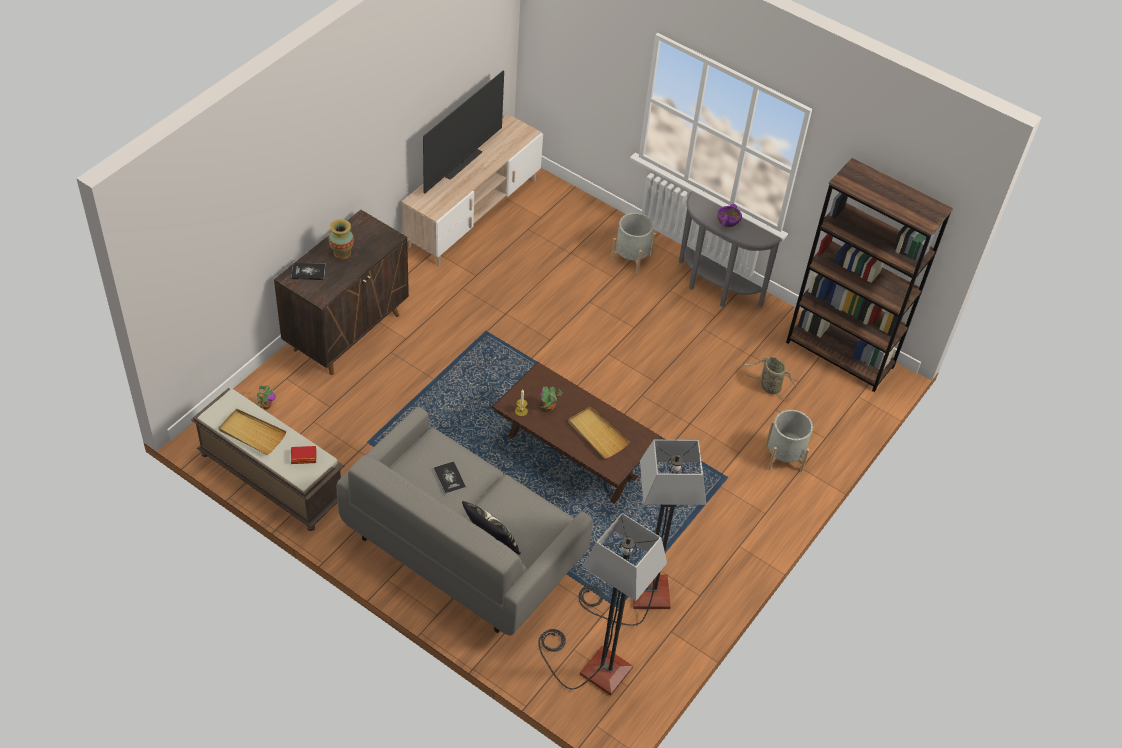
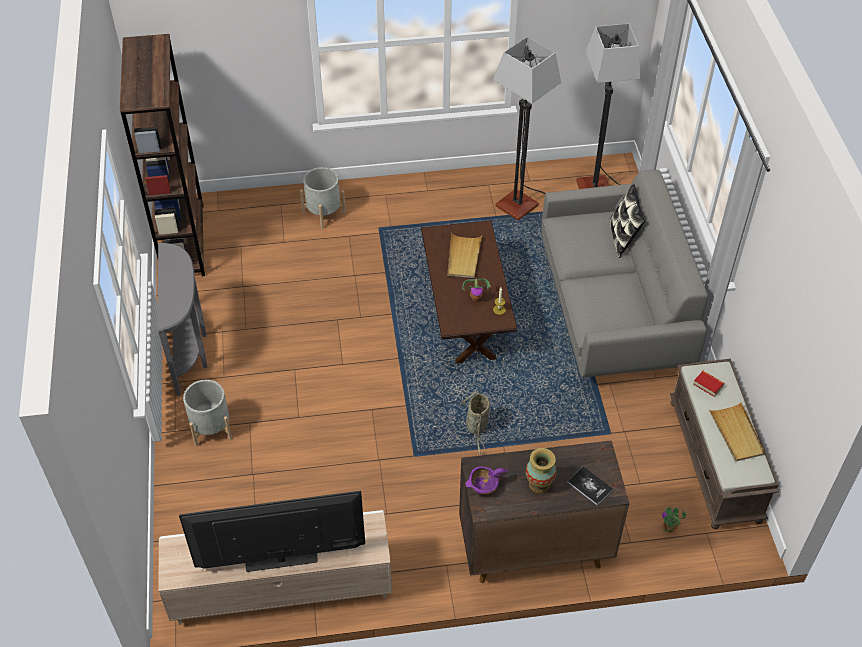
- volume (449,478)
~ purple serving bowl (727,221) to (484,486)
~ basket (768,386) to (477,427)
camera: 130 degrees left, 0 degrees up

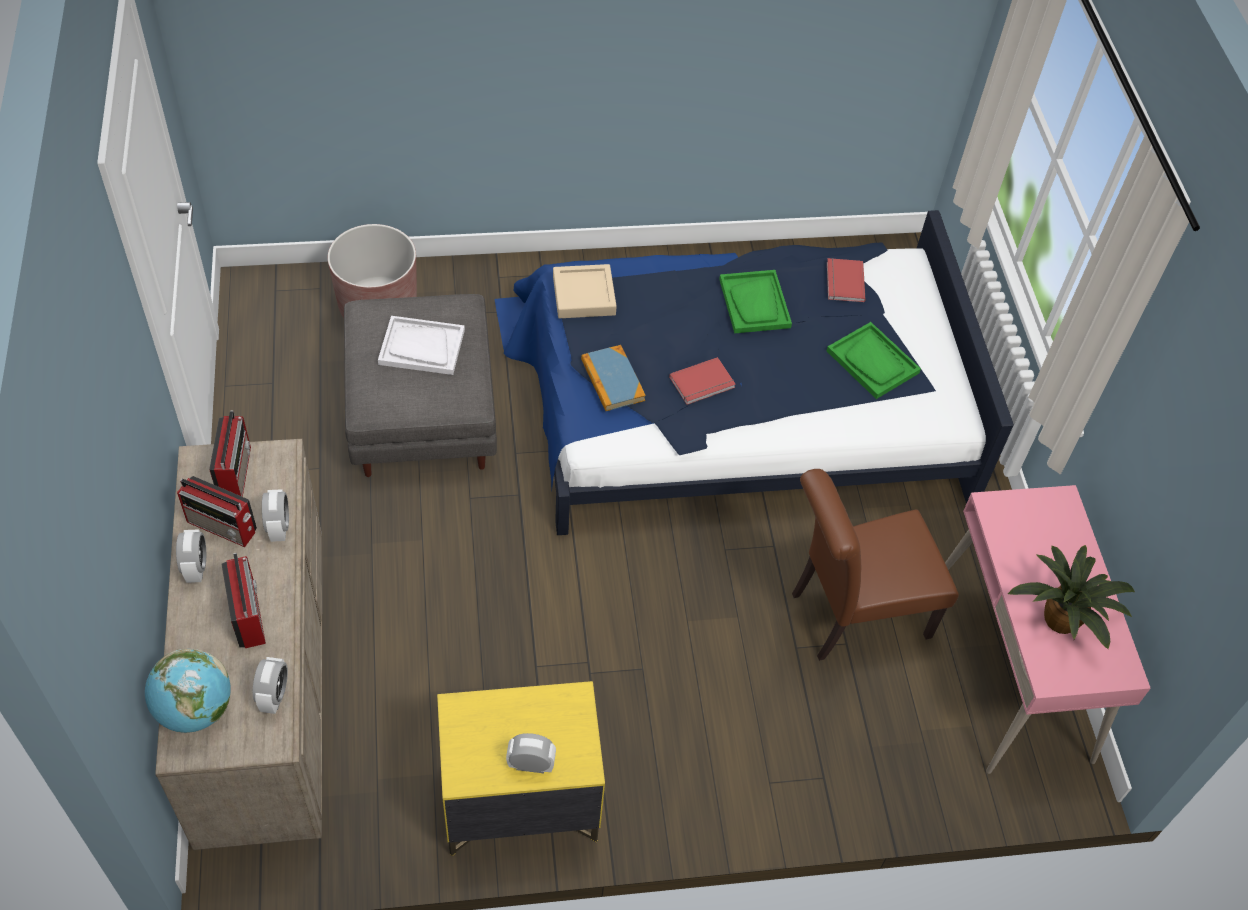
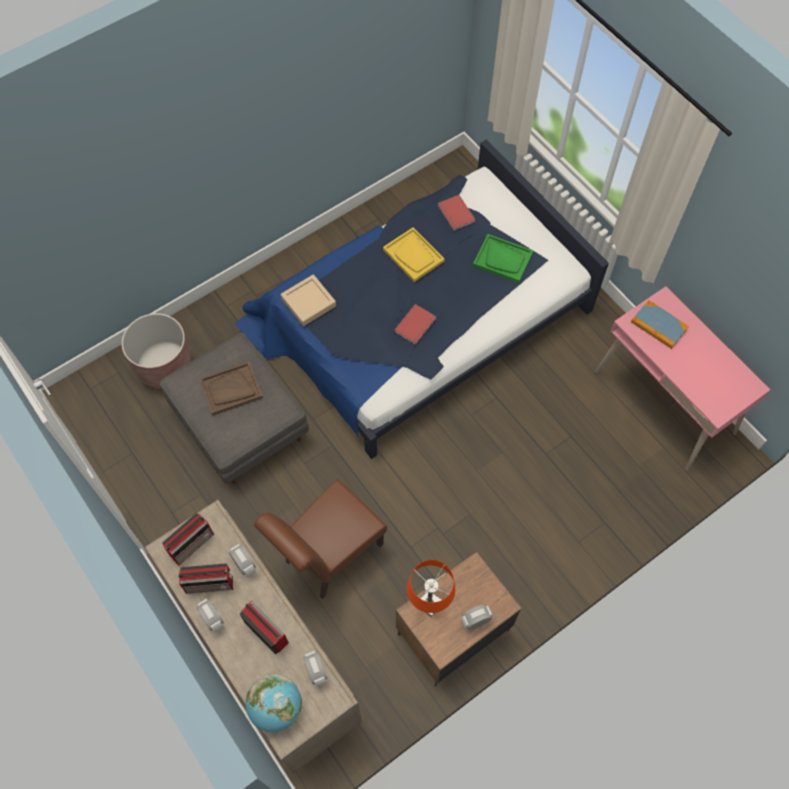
~ radio receiver (235,471) = (192,544) 75 degrees clockwise
~ white serving tray (421,347) to brown-coloured serving tray (231,389)
~ yellow-coloured night table (519,802) to brown-coloured night table (452,633)
~ volume (612,380) to (658,326)
~ greenish serving tray (754,303) to yellow-coloured serving tray (413,255)
~ brown-coloured upright chair (851,615) to (328,556)
- potted plant (1063,617)
+ orangey tabletop lamp (429,603)
camera: 25 degrees left, 10 degrees up

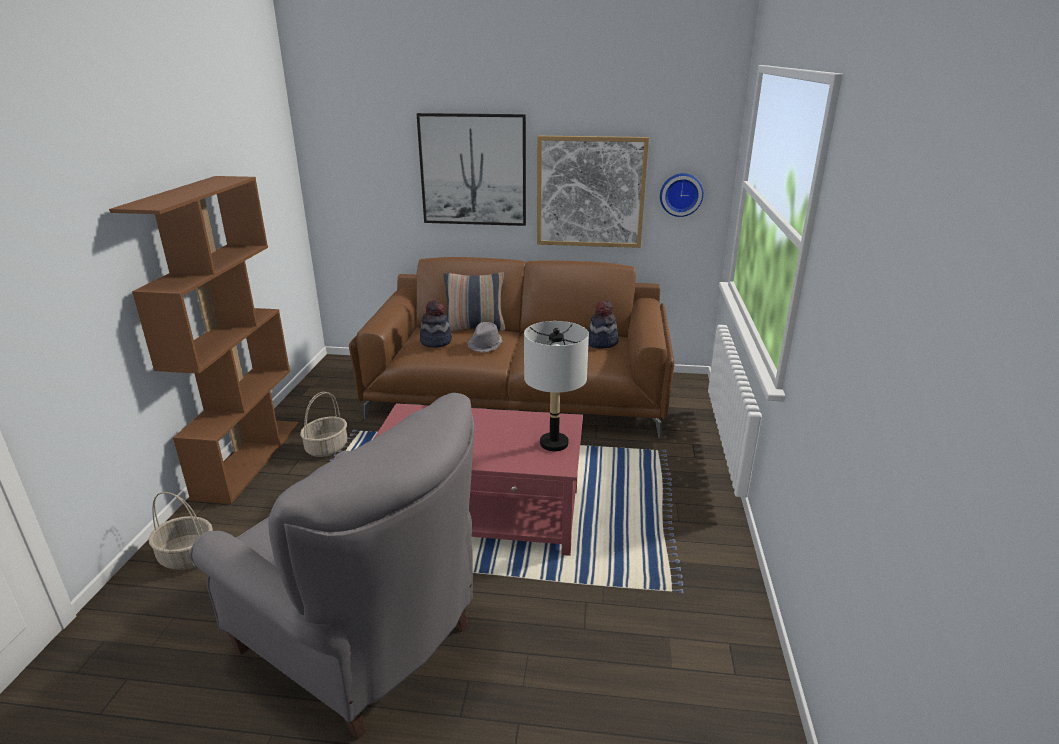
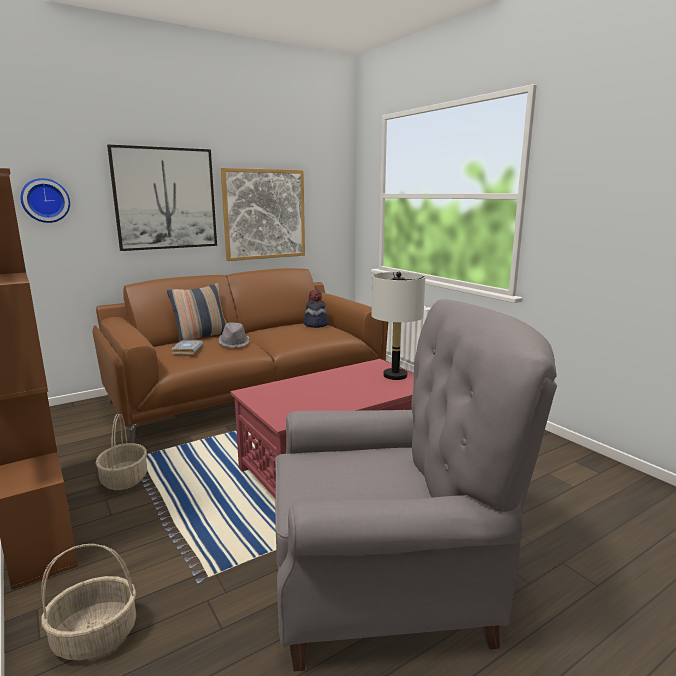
~ wearable hat (436,341) to grey volume (187,350)
~ hanging clock (681,194) to (45,200)
camera: 40 degrees left, 10 degrees down

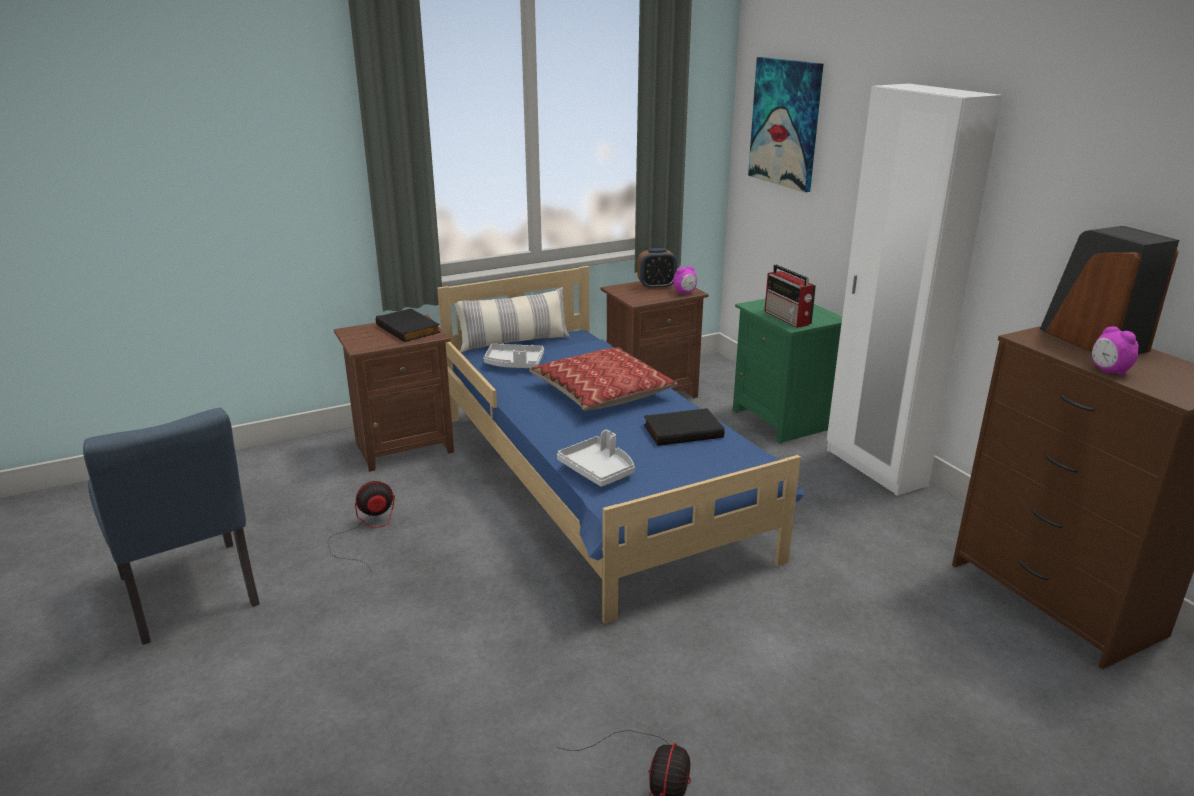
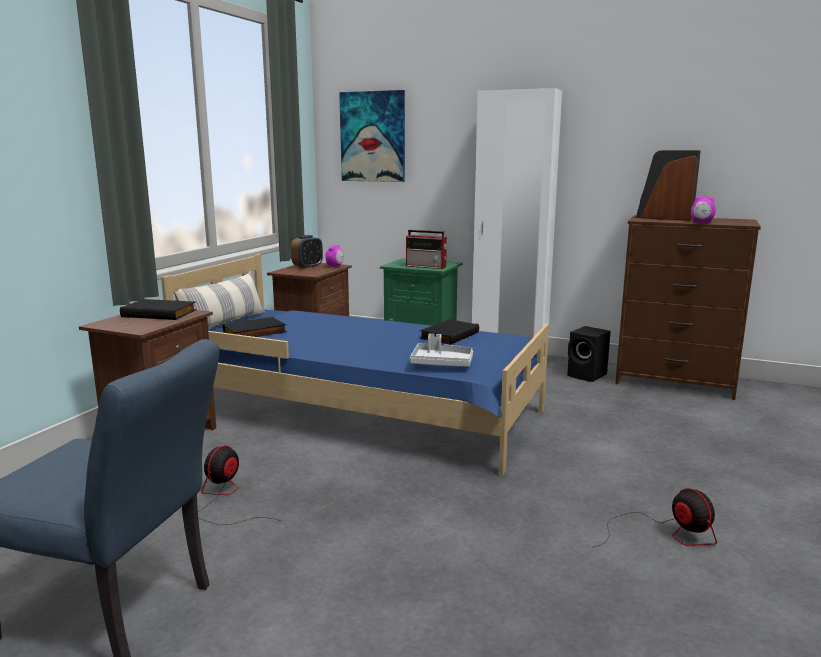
~ grey serving tray (514,364) to blackish volume (255,332)
- cushion (602,391)
+ blackish loudspeaker (588,375)
camera: 40 degrees left, 10 degrees down

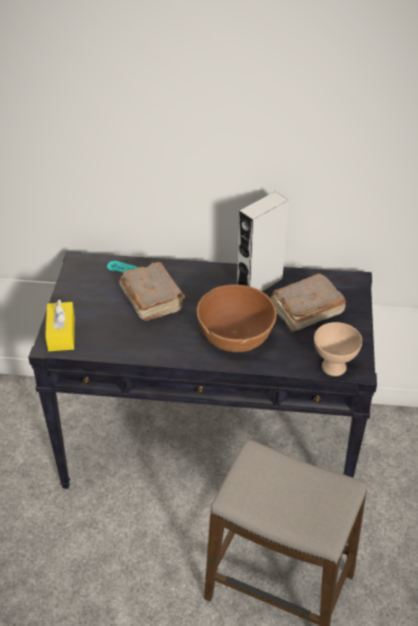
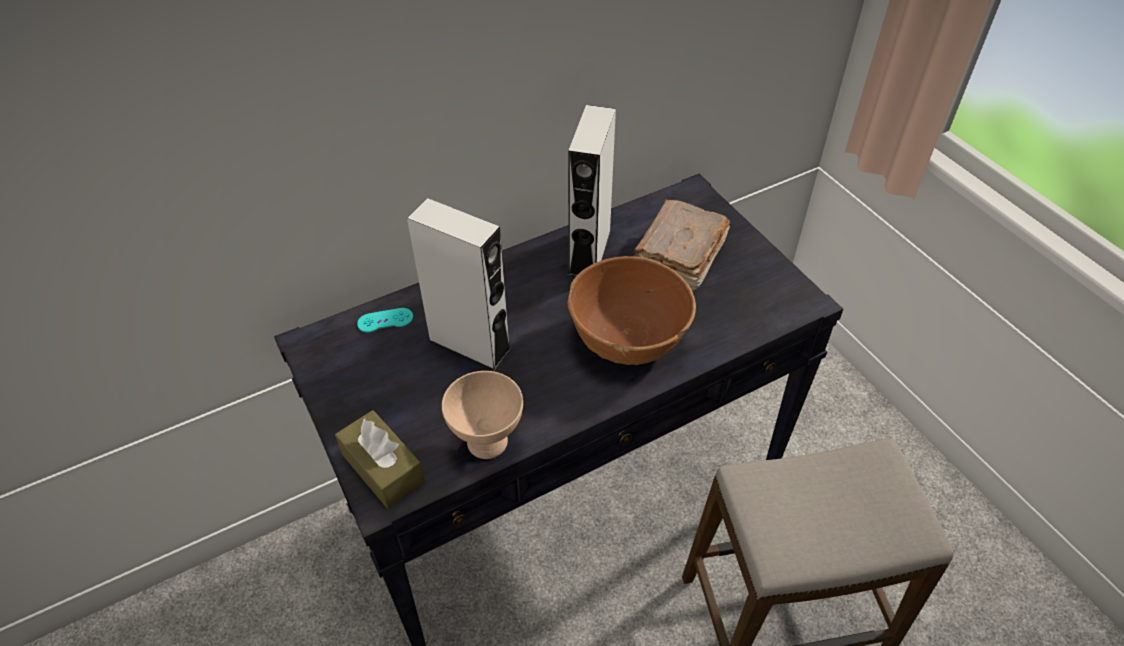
~ yellow-coloured box of tissues (61,333) to brown-coloured box of tissues (383,468)
~ brown-coloured volume (152,300) to grey loudspeaker (469,344)
~ sand-coloured serving bowl (334,367) to (489,441)
camera: 35 degrees left, 5 degrees up

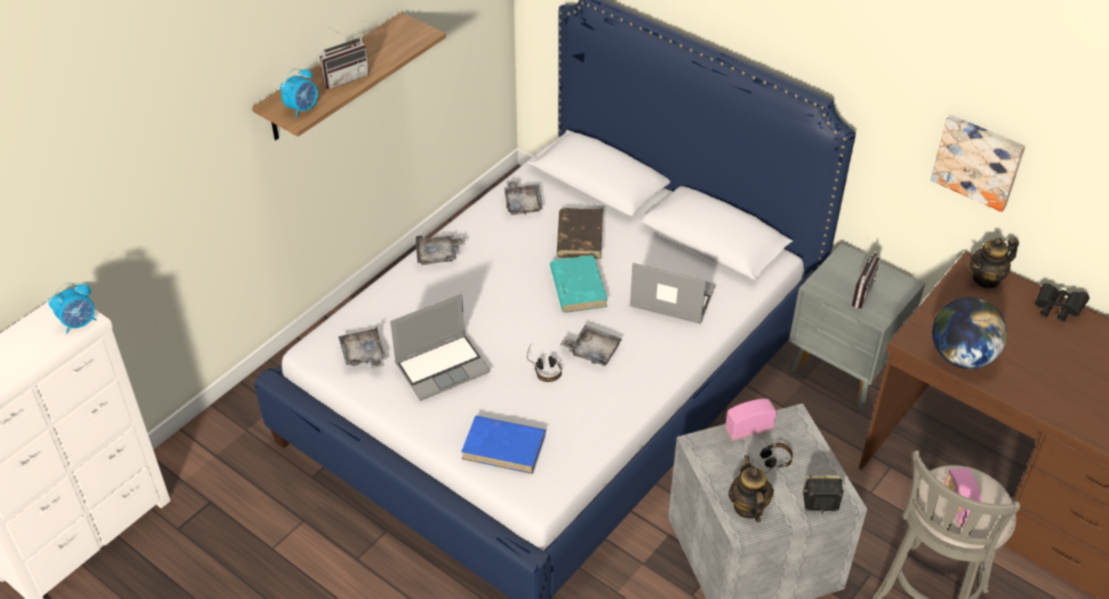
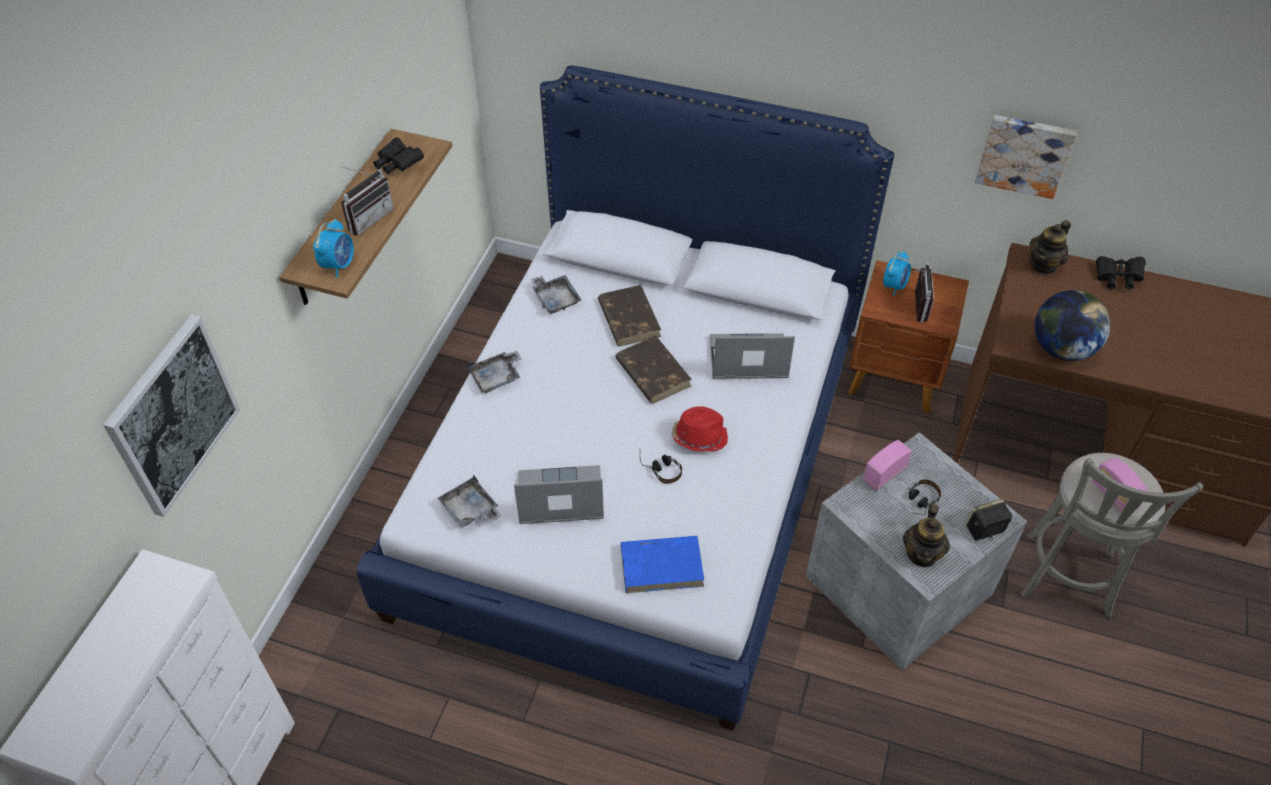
~ bedside clock (80,323) to (894,286)
~ notebook computer (442,367) = (559,498) 135 degrees counterclockwise
~ turquoise-coloured volume (577,286) to brown-coloured volume (652,372)
~ grey serving tray (592,351) to red-coloured wearable hat (699,437)
~ tea pot (748,506) = (922,554) 135 degrees counterclockwise
~ grey night table (844,371) to brown-coloured night table (895,379)
+ wall art (172,415)
+ blackish field glasses (398,165)
camera: 20 degrees left, 5 degrees up

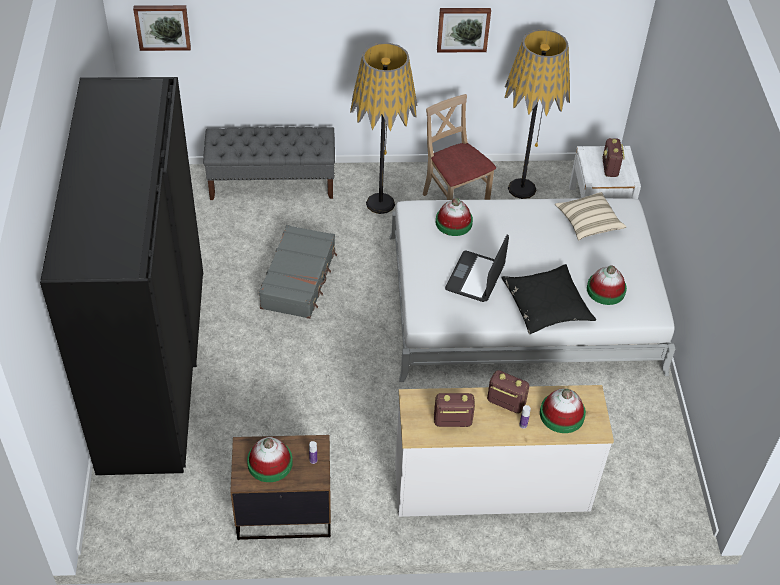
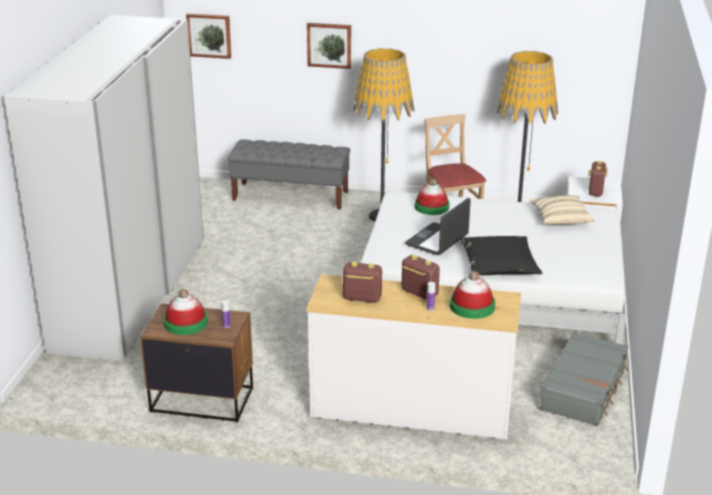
~ blackish clothes cupboard (152,368) to white clothes cupboard (130,293)
~ grey piece of luggage (299,279) to (584,389)
~ wall art (463,28) to (329,45)
- wearable hat (606,290)
camera: 15 degrees right, 20 degrees down

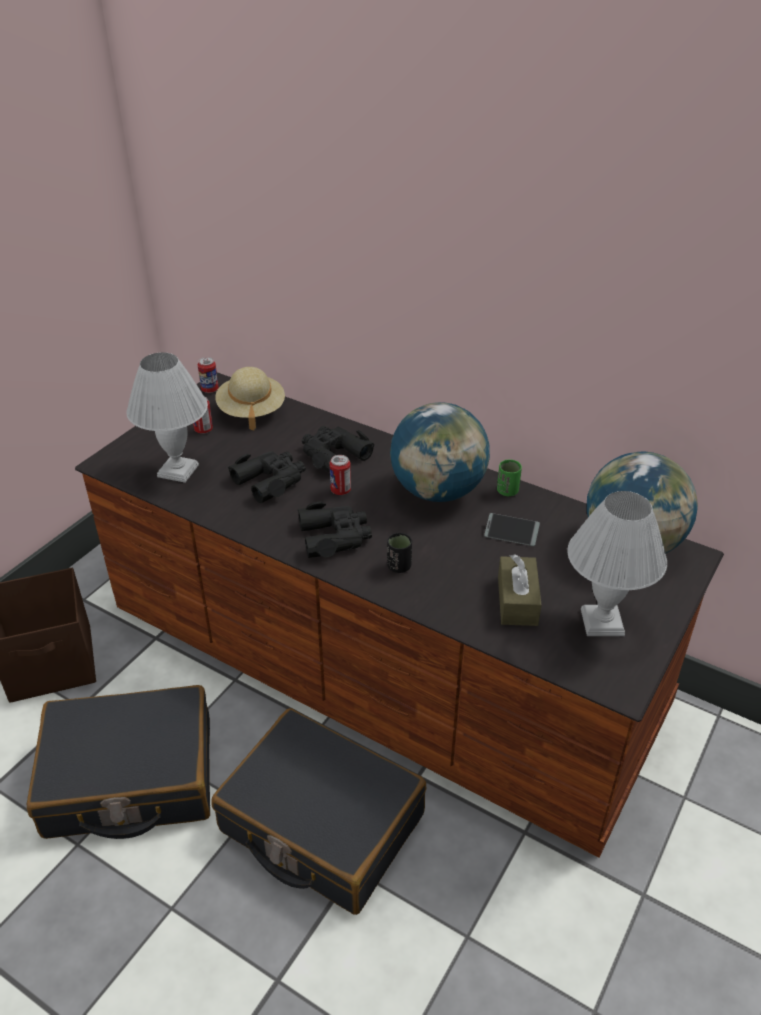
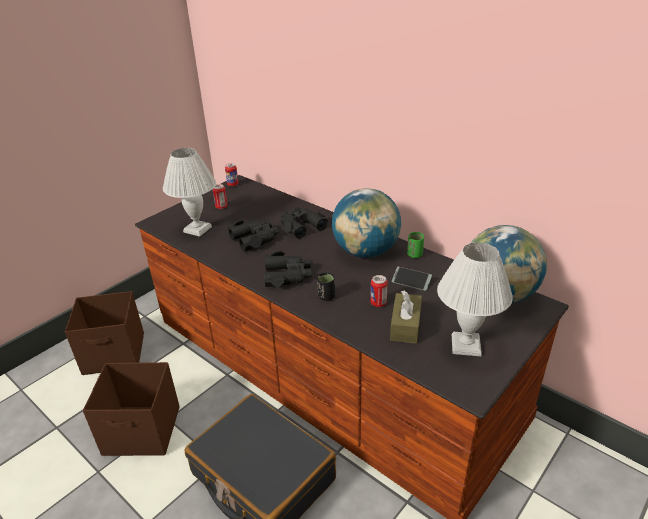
~ blackish piece of luggage (130,778) to brown-coloured storage container (143,431)
- sand-coloured wearable hat (251,411)
~ can (340,490) to (378,303)
camera: 10 degrees right, 5 degrees down

